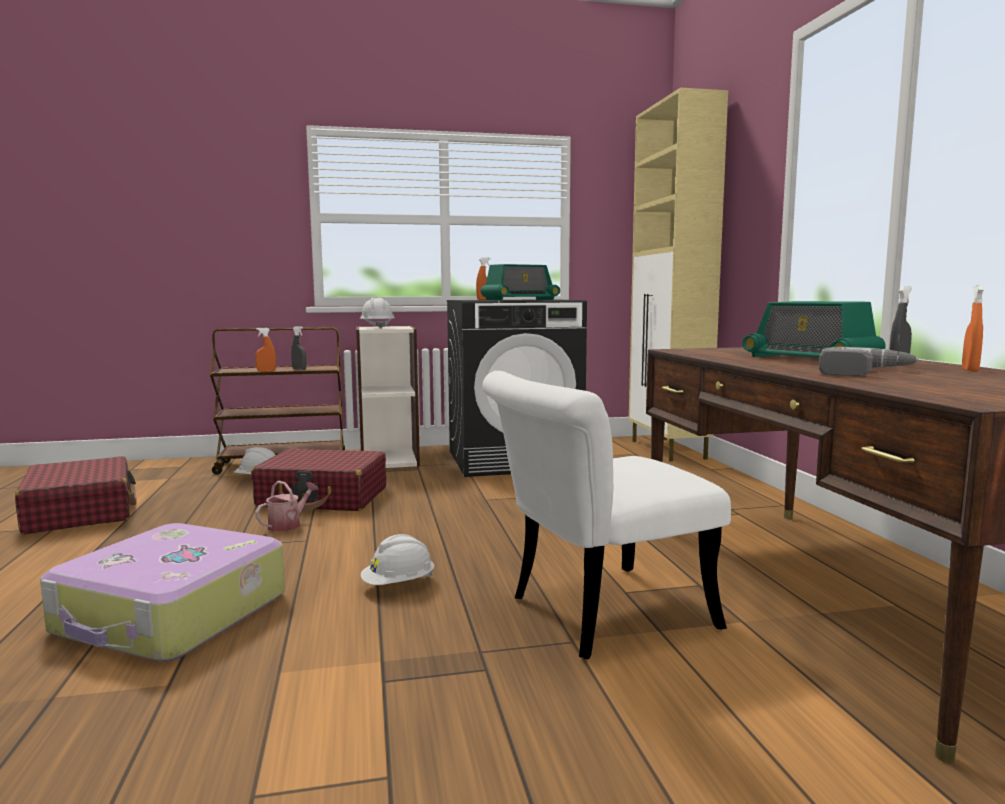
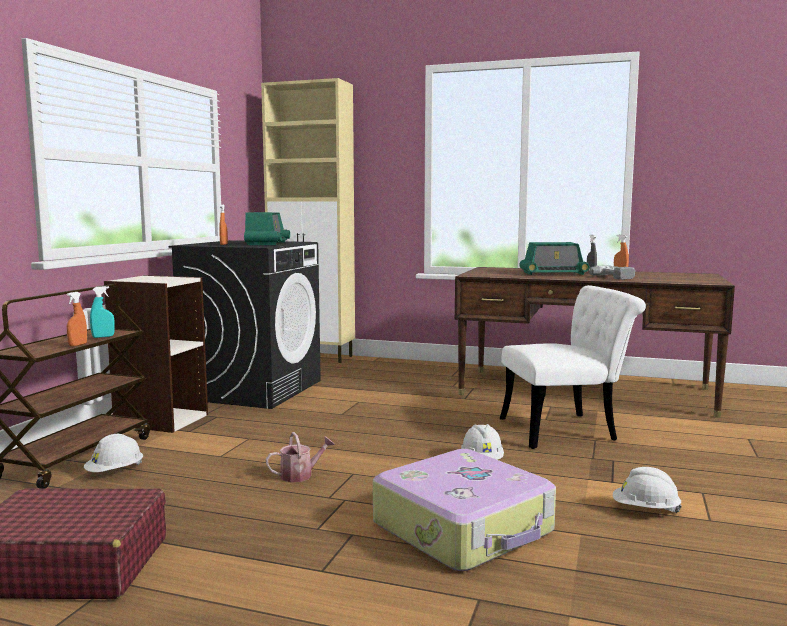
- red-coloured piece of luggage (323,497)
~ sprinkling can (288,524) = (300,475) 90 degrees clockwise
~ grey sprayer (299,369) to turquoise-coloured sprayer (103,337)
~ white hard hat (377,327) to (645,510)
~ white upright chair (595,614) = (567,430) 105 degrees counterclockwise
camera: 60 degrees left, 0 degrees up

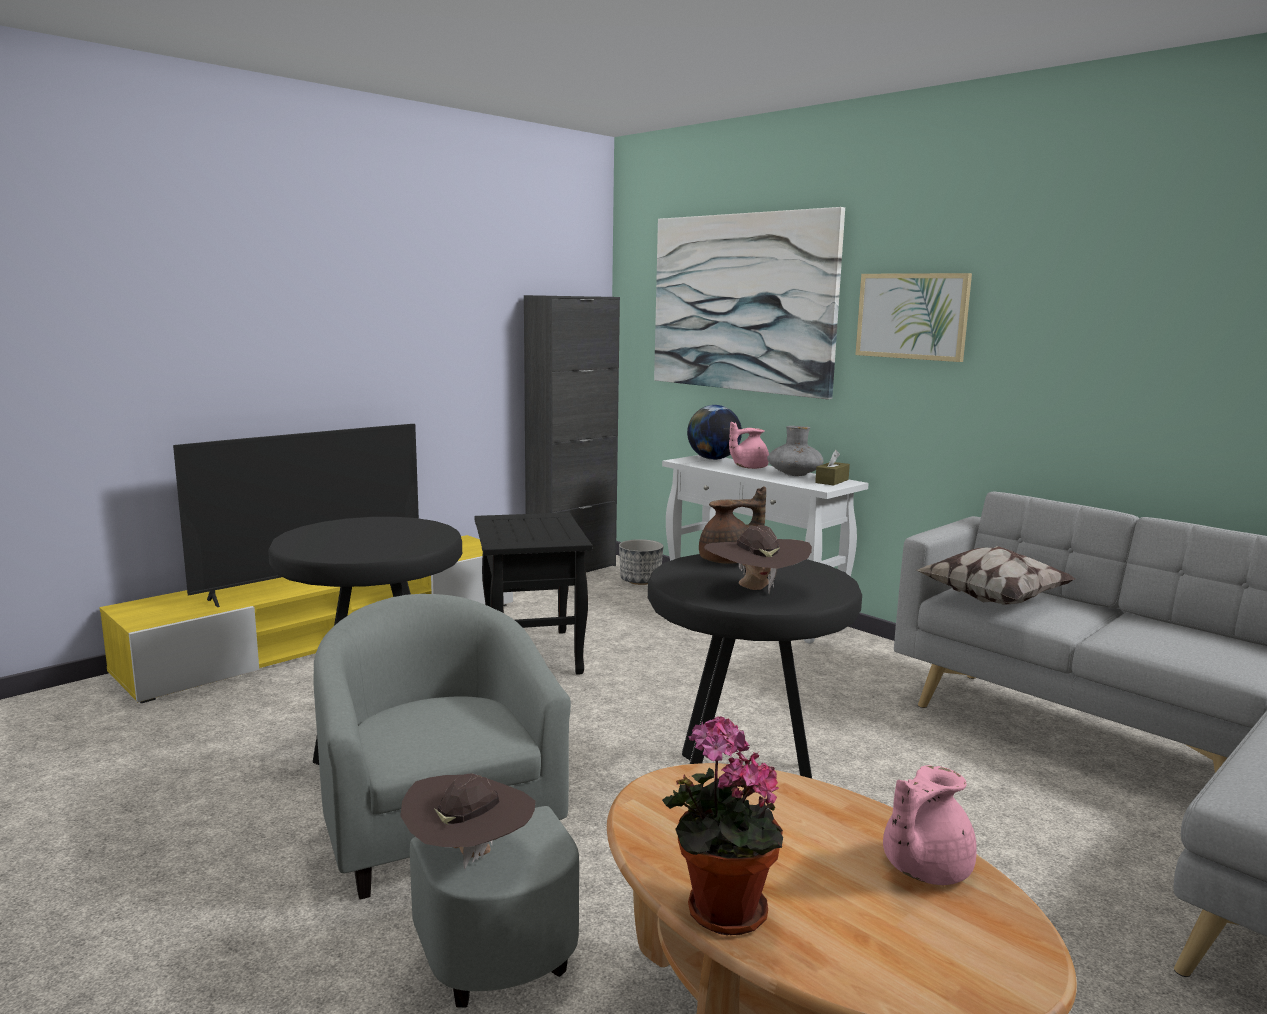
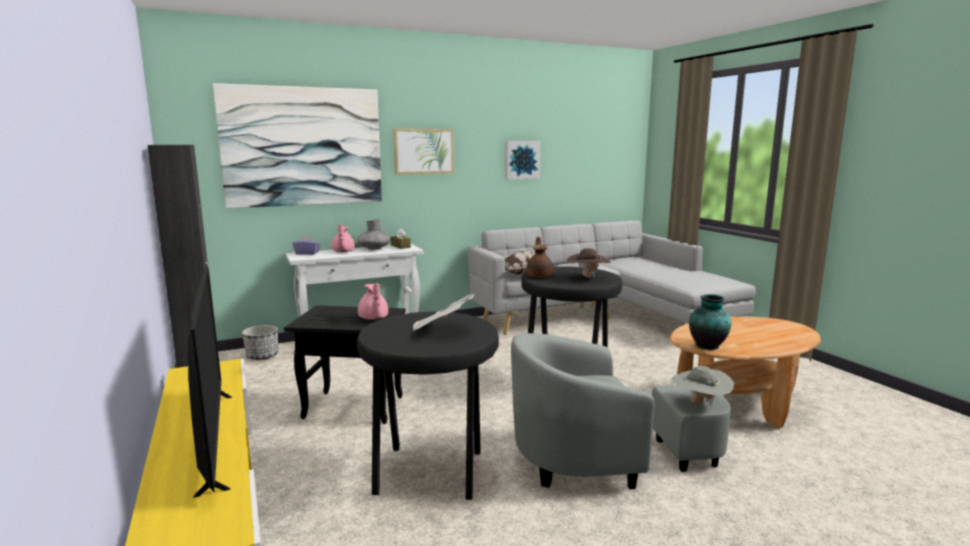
~ brown-coloured wearable hat (470,855) to grey wearable hat (699,404)
- potted plant (719,911)
~ world globe (713,459) to purple box of tissues (307,253)
~ pink tea pot (922,868) to (373,318)
+ newspaper (441,329)
+ wall art (521,159)
+ vase (708,346)
camera: 70 degrees left, 0 degrees up

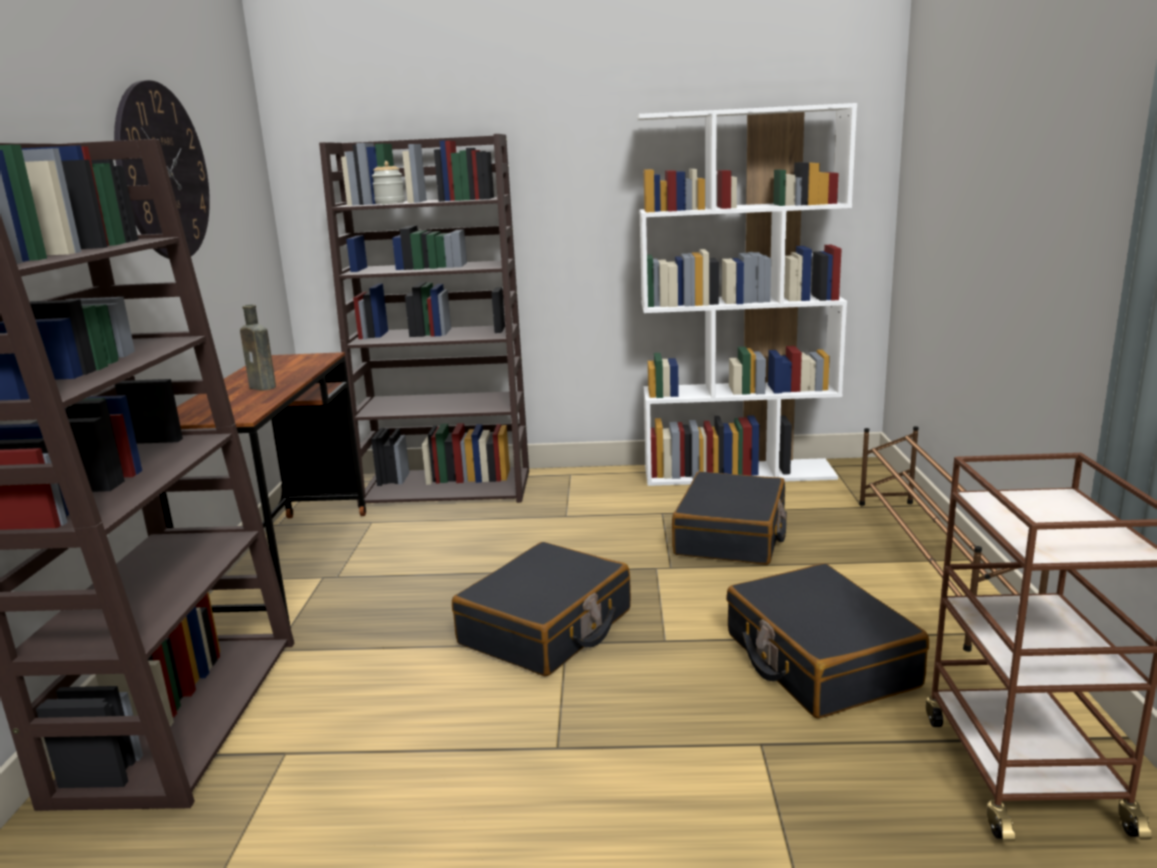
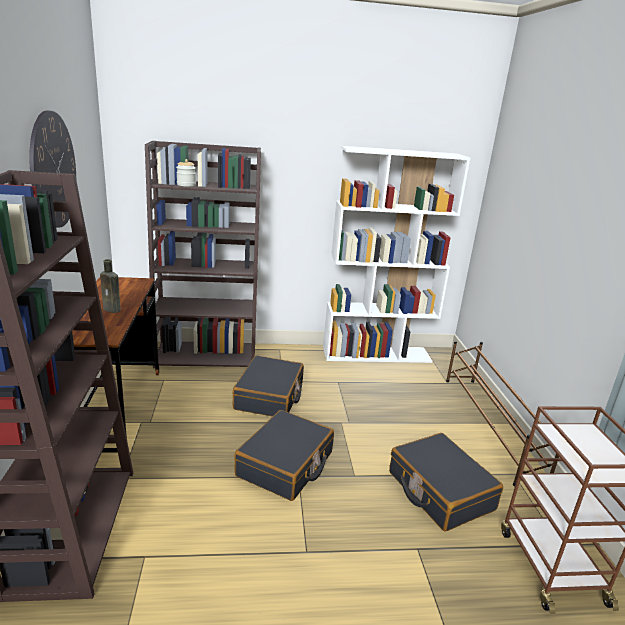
~ blackish piece of luggage (731,536) to (269,396)
camera: 10 degrees left, 5 degrees up

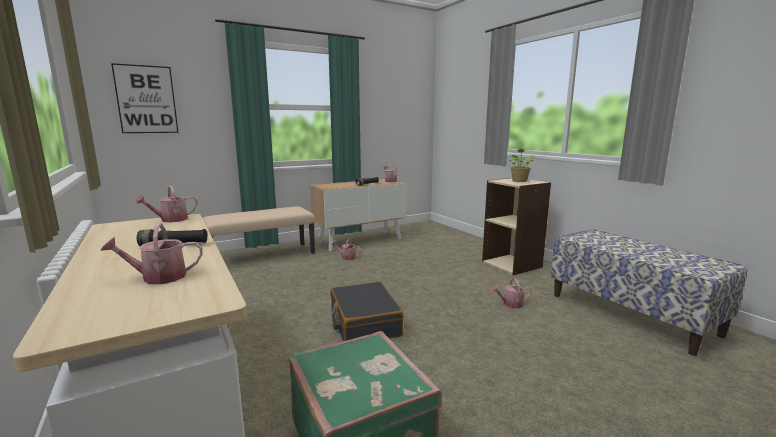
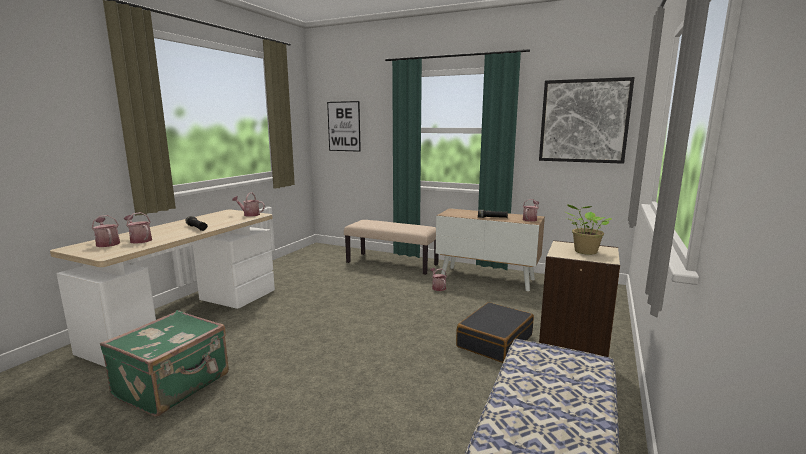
~ blackish piece of luggage (364,323) to (494,341)
~ sprinkling can (510,304) to (107,243)
+ wall art (583,121)
camera: 55 degrees right, 0 degrees up

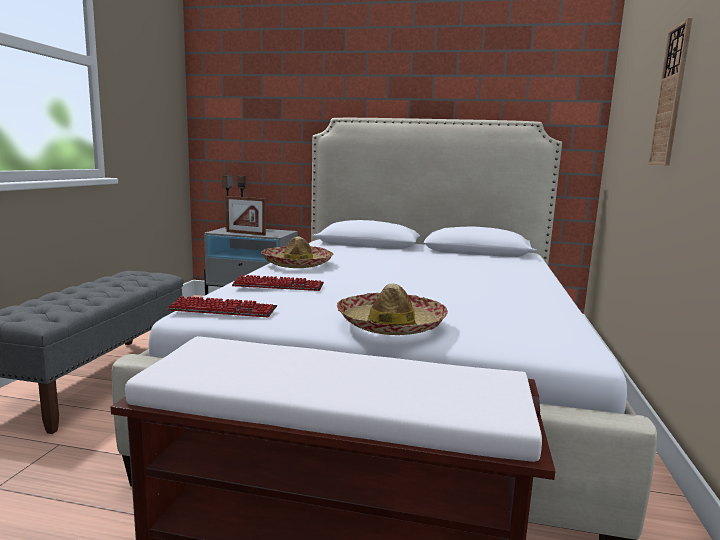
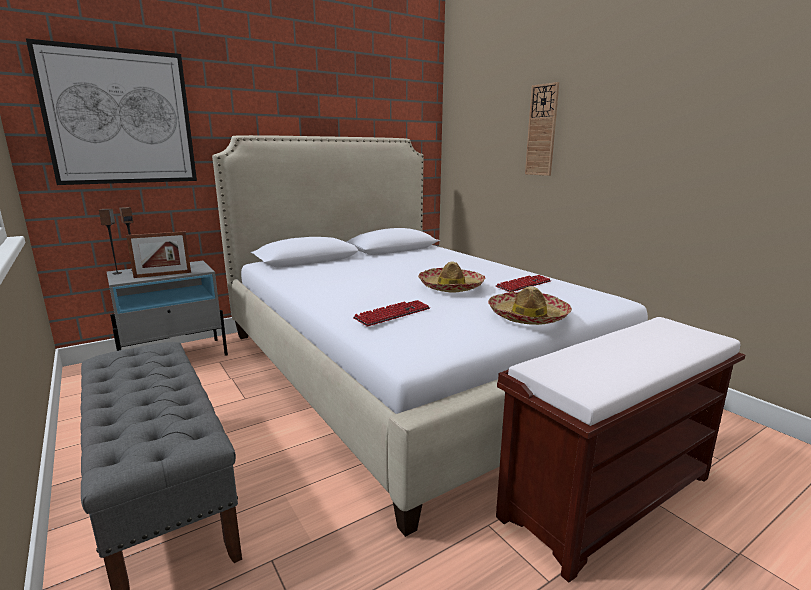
~ PC keyboard (222,310) to (523,285)
~ wearable hat (297,264) to (451,287)
+ wall art (120,117)
camera: 45 degrees left, 5 degrees up

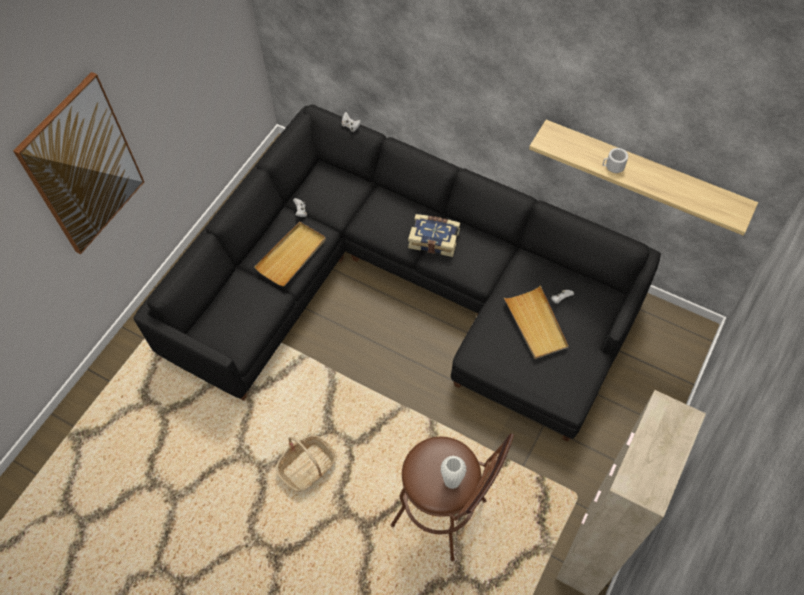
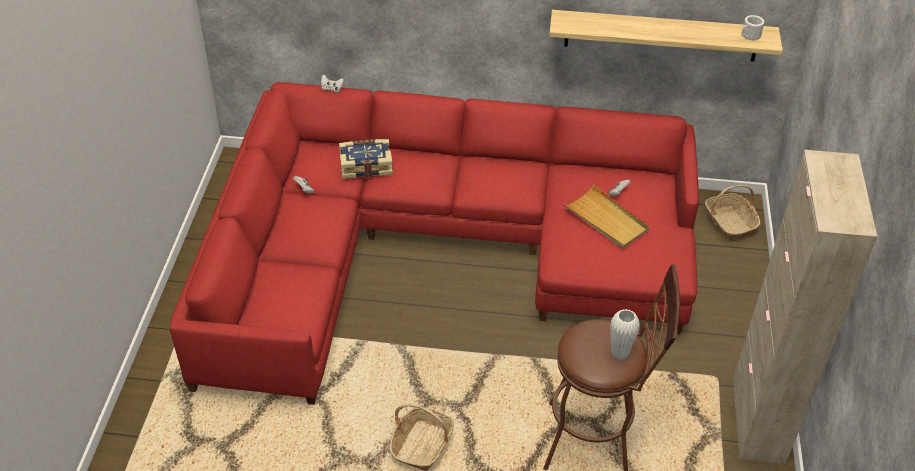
- wall art (83,166)
~ blackish sofa (403,288) to red-coloured sofa (437,250)
- sand-coloured serving tray (292,255)
~ volume (434,239) to (365,165)
~ white tea mug (612,166) to (749,36)
+ basket (729,222)
camera: 25 degrees left, 15 degrees down

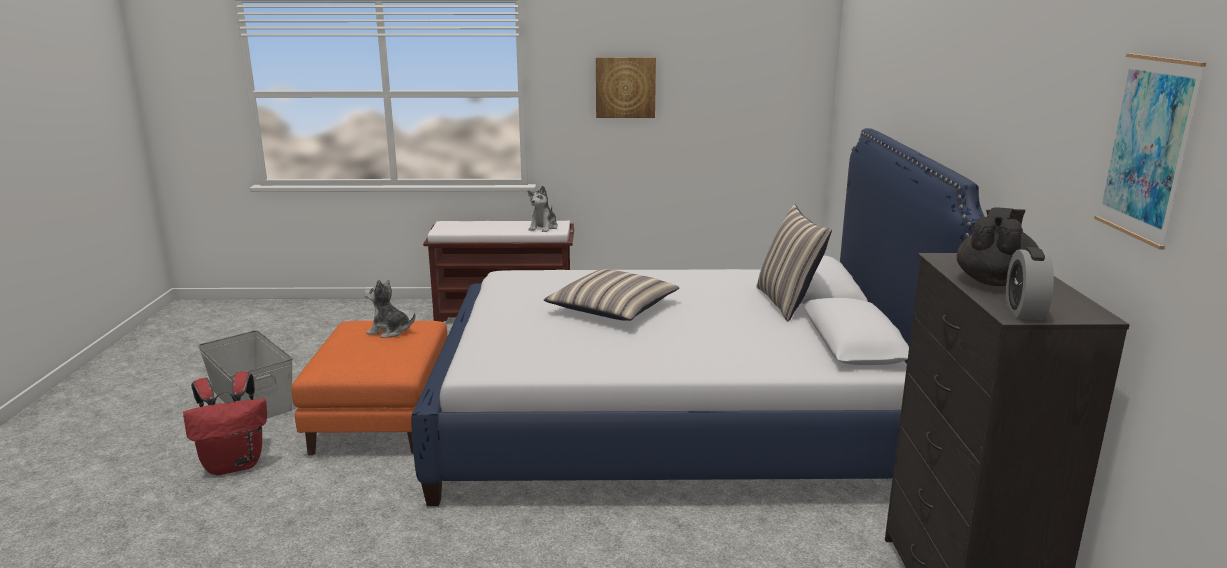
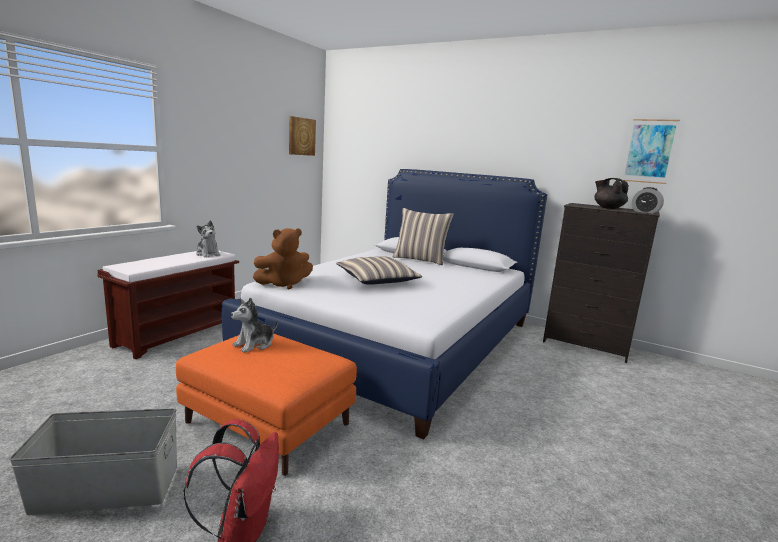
~ wall art (625,87) to (301,136)
+ brown-coloured soft toy (284,284)
camera: 60 degrees left, 5 degrees down

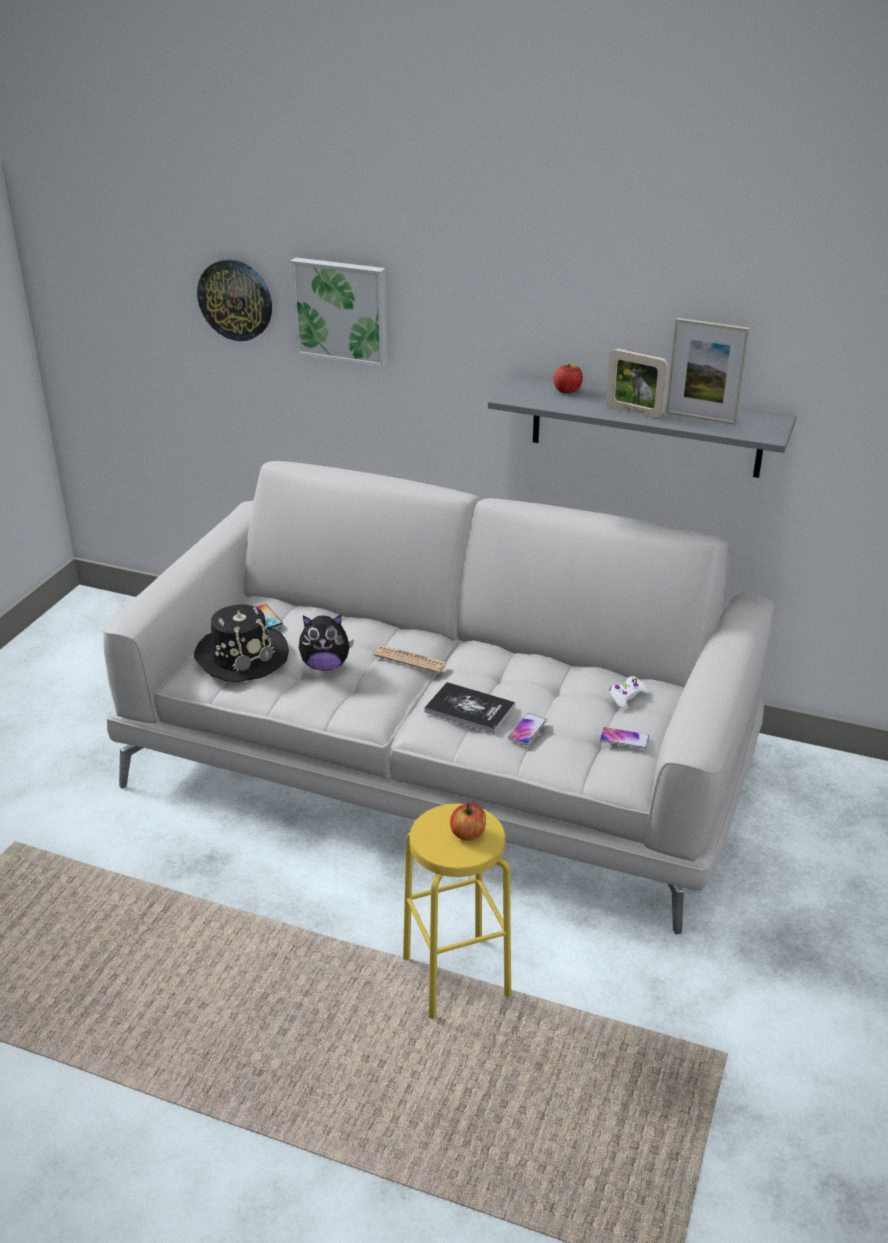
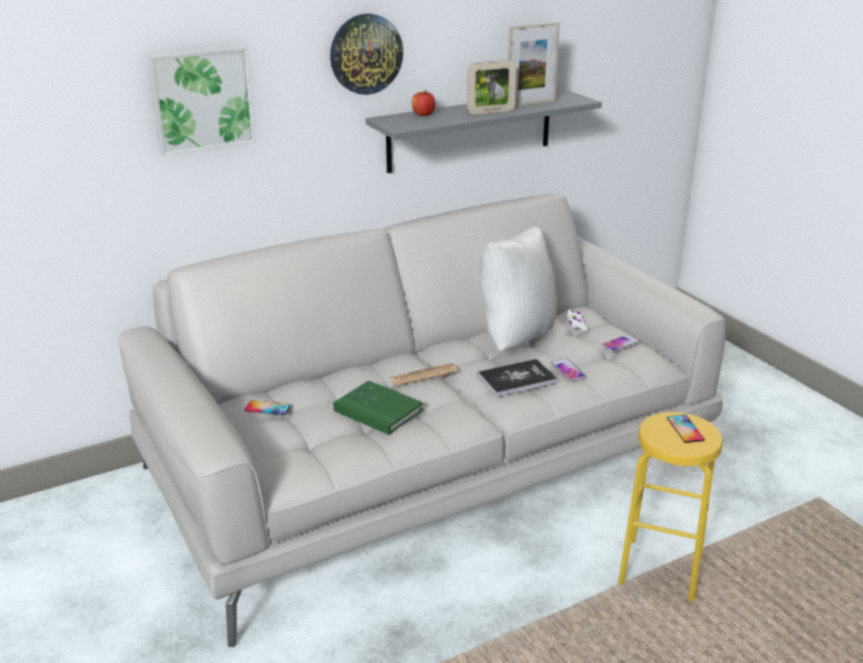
- blackish wearable hat (241,656)
~ hanging clock (235,299) to (366,54)
~ soft toy (325,666) to greenish volume (378,410)
~ whole apple (468,834) to phone (685,429)
+ white cushion (514,338)
camera: 50 degrees left, 5 degrees down

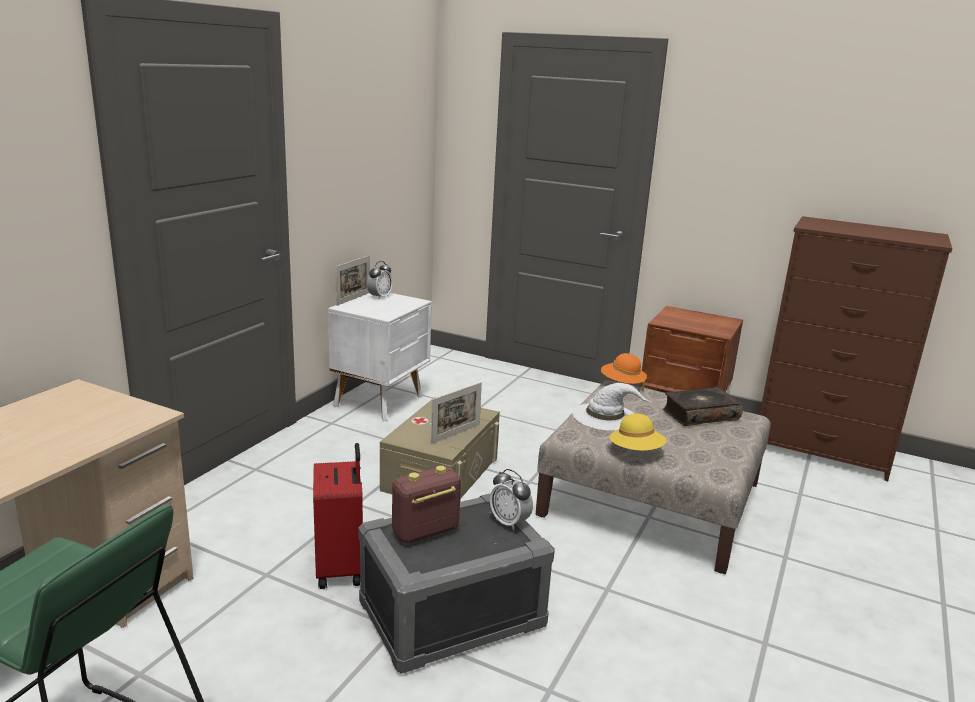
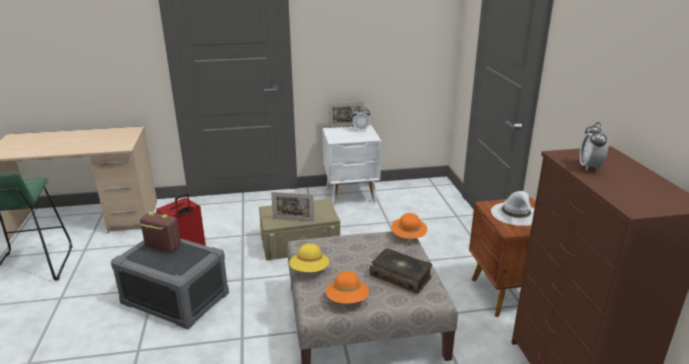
~ bedside clock (509,522) to (589,167)
~ white wearable hat (606,416) to (516,214)
+ orangey wearable hat (347,300)
camera: 55 degrees right, 5 degrees up

